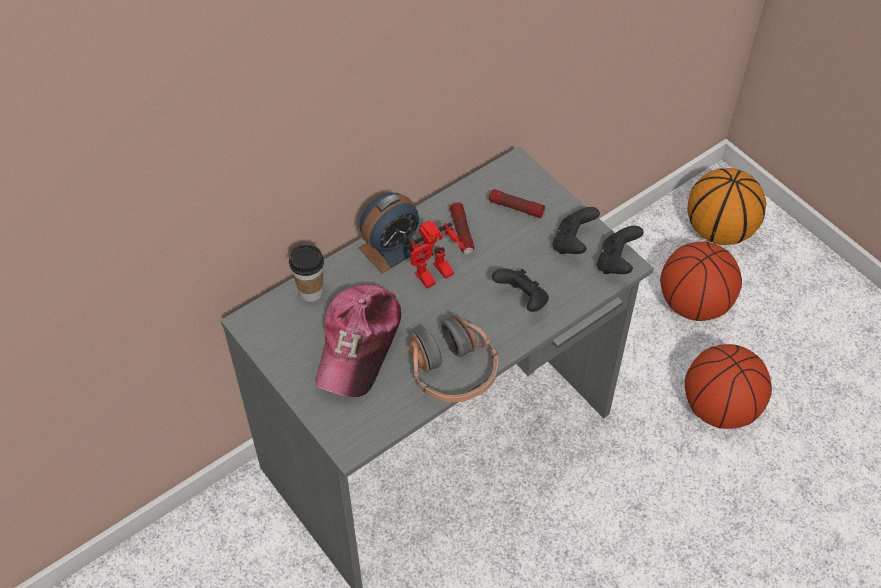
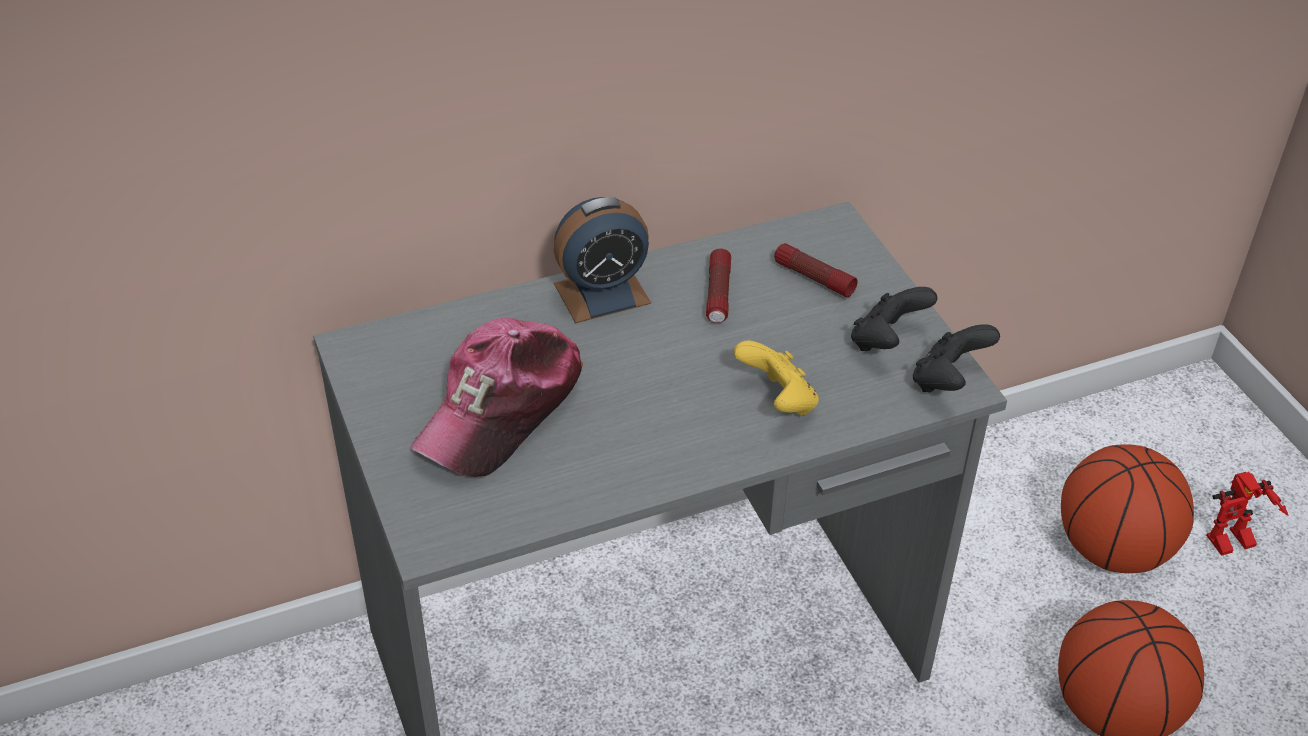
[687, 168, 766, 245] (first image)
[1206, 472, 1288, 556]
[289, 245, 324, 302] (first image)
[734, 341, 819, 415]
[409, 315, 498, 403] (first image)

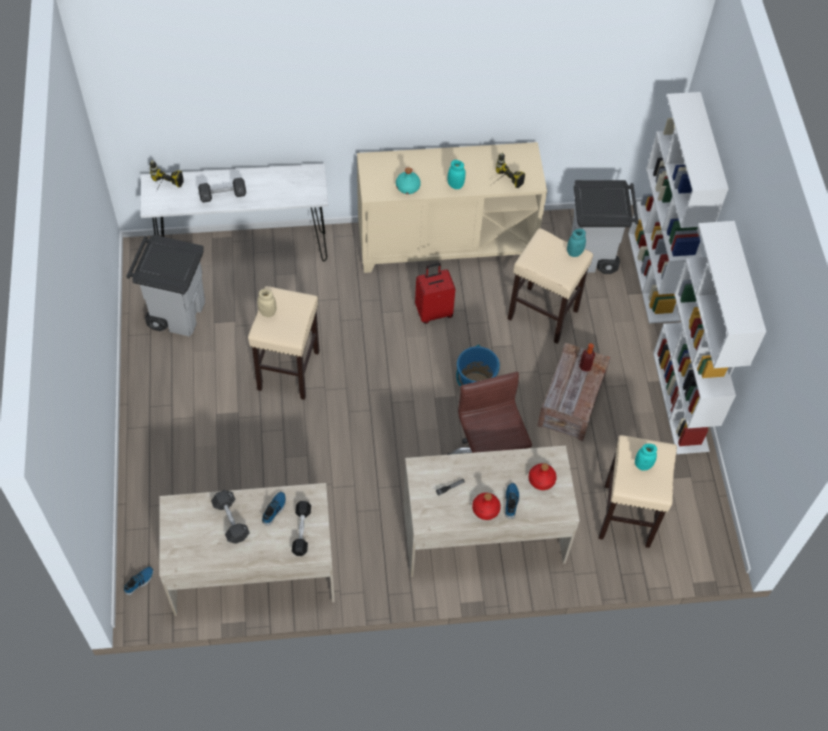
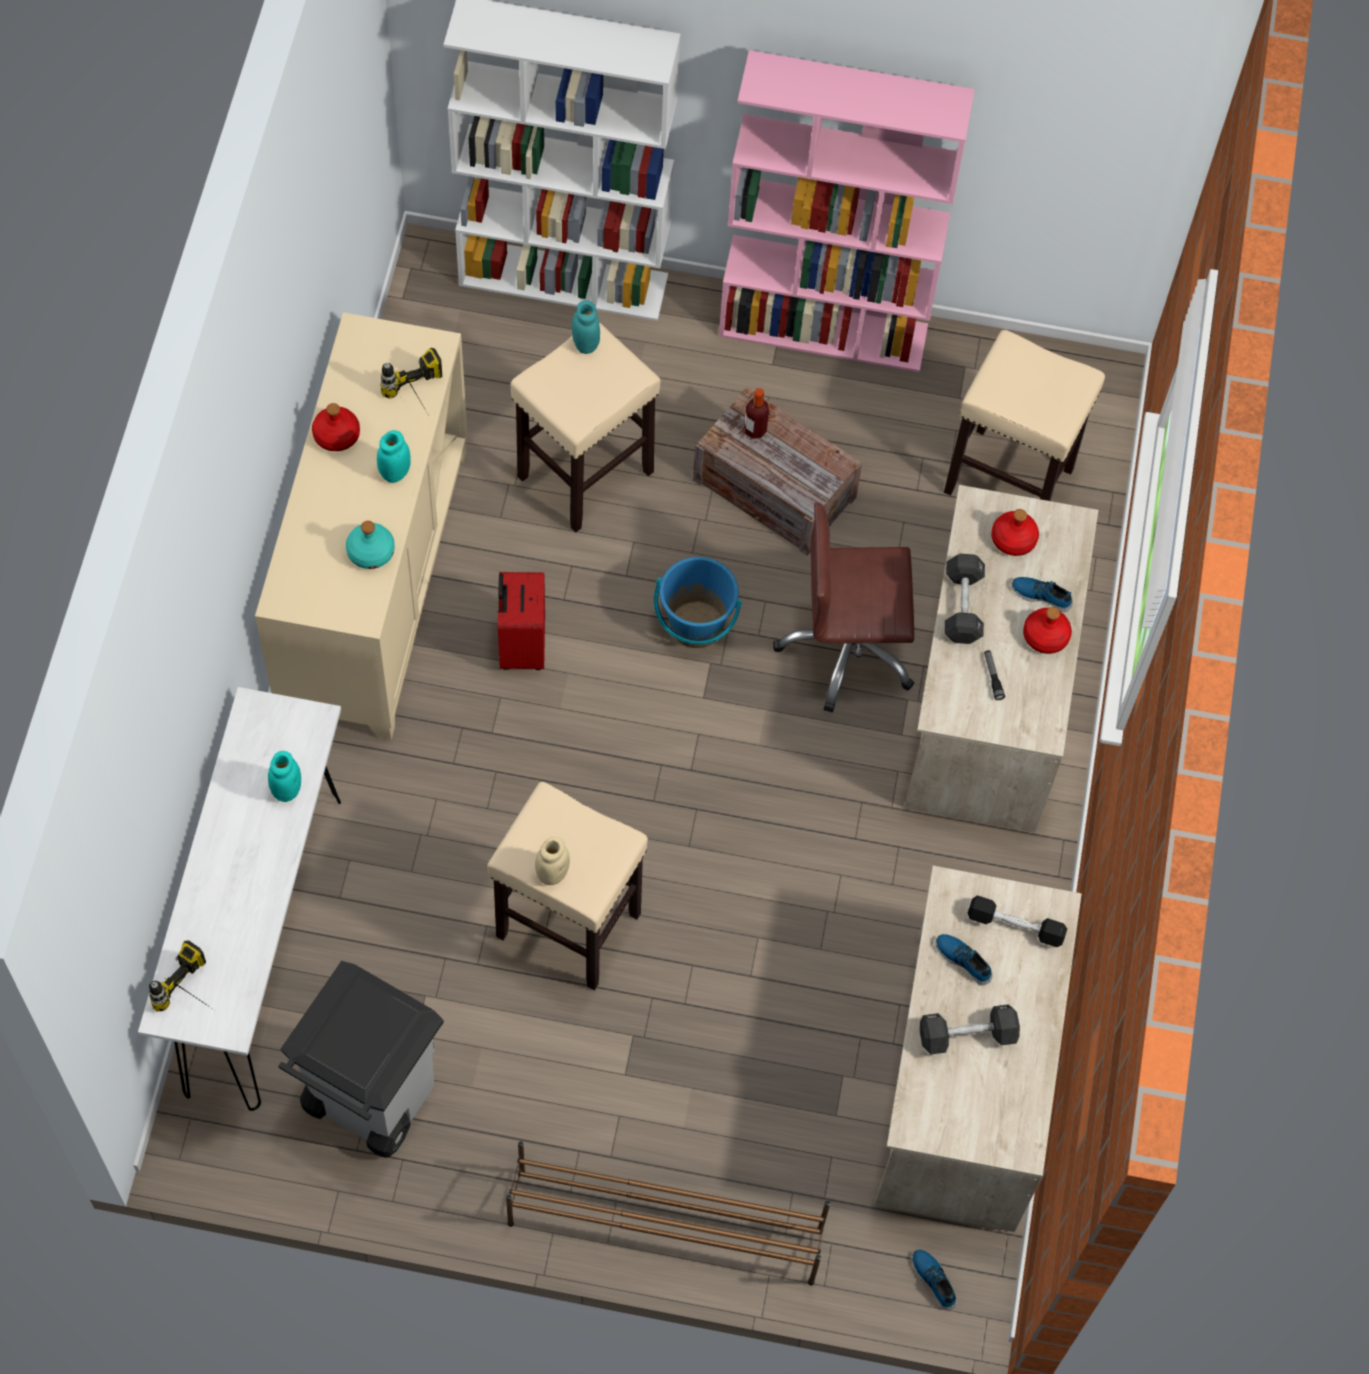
[945, 554, 985, 644]
[571, 180, 639, 274] (first image)
[719, 50, 975, 372]
[268, 751, 301, 802]
[312, 403, 360, 451]
[506, 1141, 830, 1286]

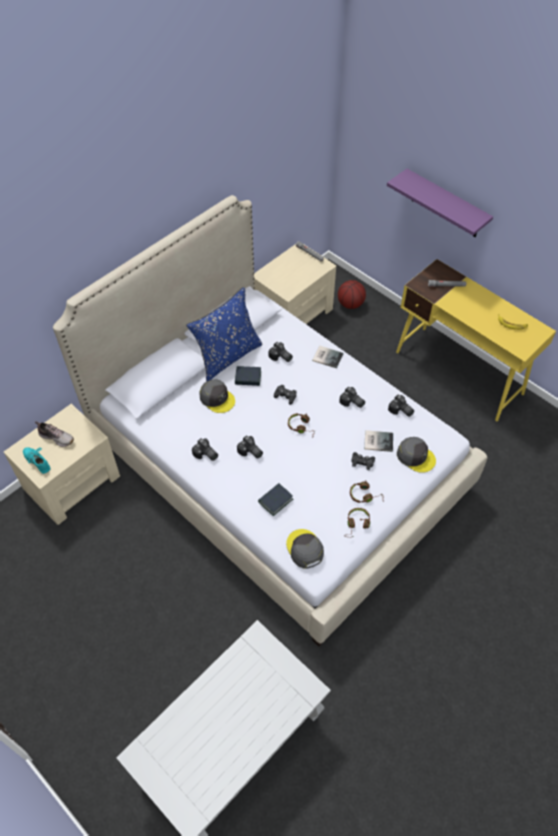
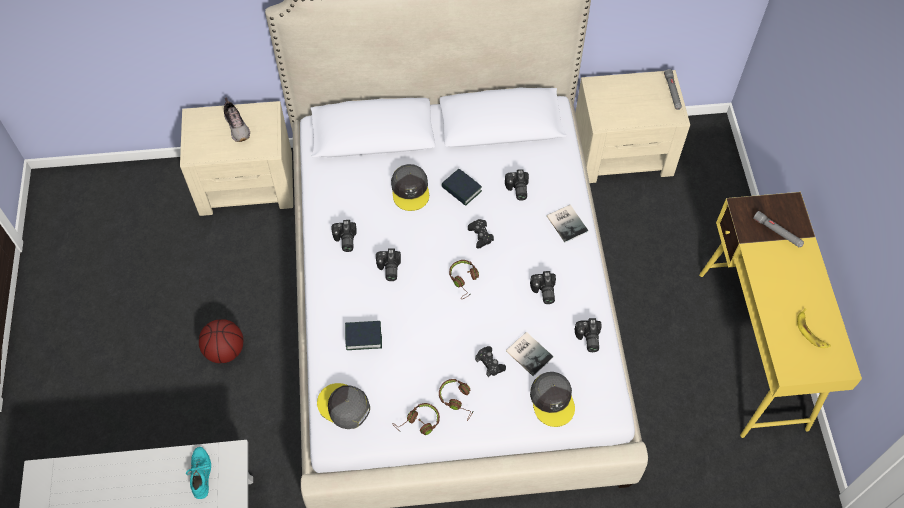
[387, 169, 493, 237] (first image)
[199, 319, 243, 363]
[186, 287, 263, 381] (first image)
[186, 447, 211, 499]
[317, 383, 370, 429]

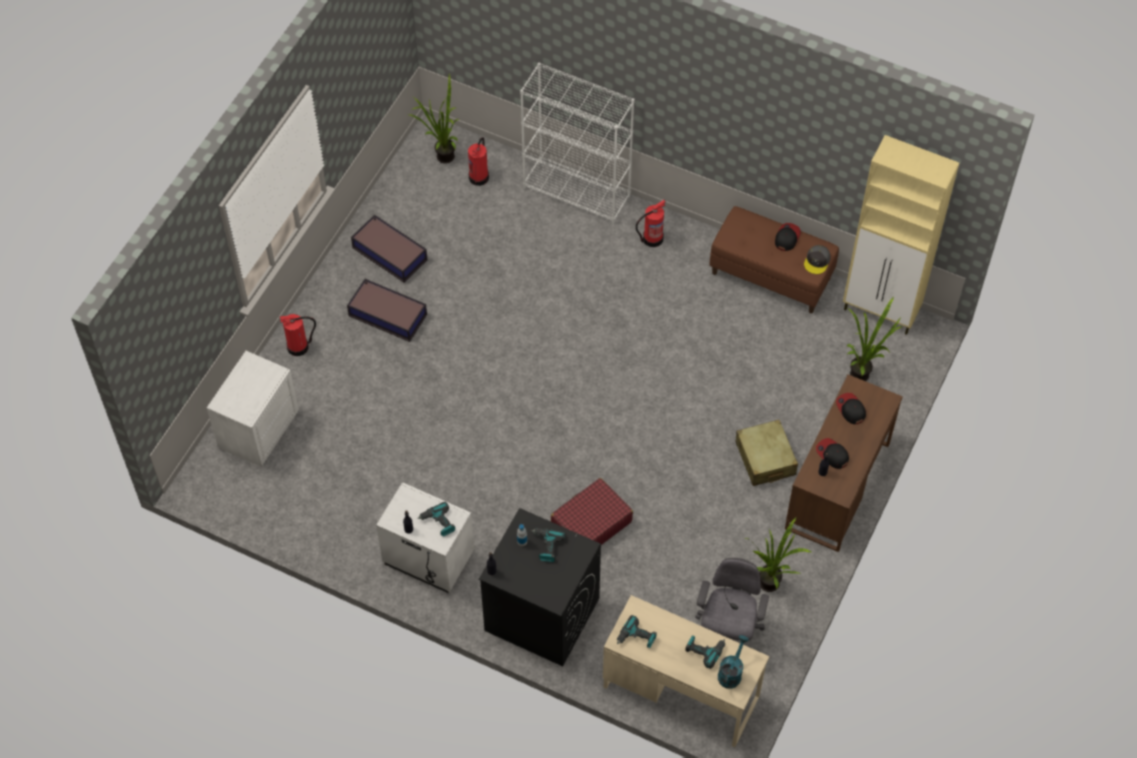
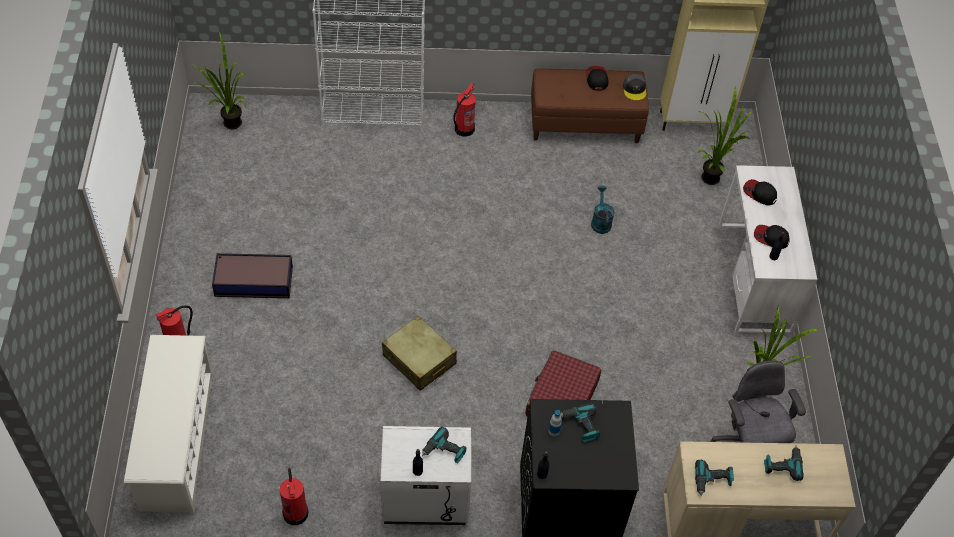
[280, 468, 308, 525]
[351, 215, 427, 283] (first image)
[124, 335, 214, 515]
[718, 165, 817, 334]
[382, 316, 457, 391]
[591, 186, 615, 234]

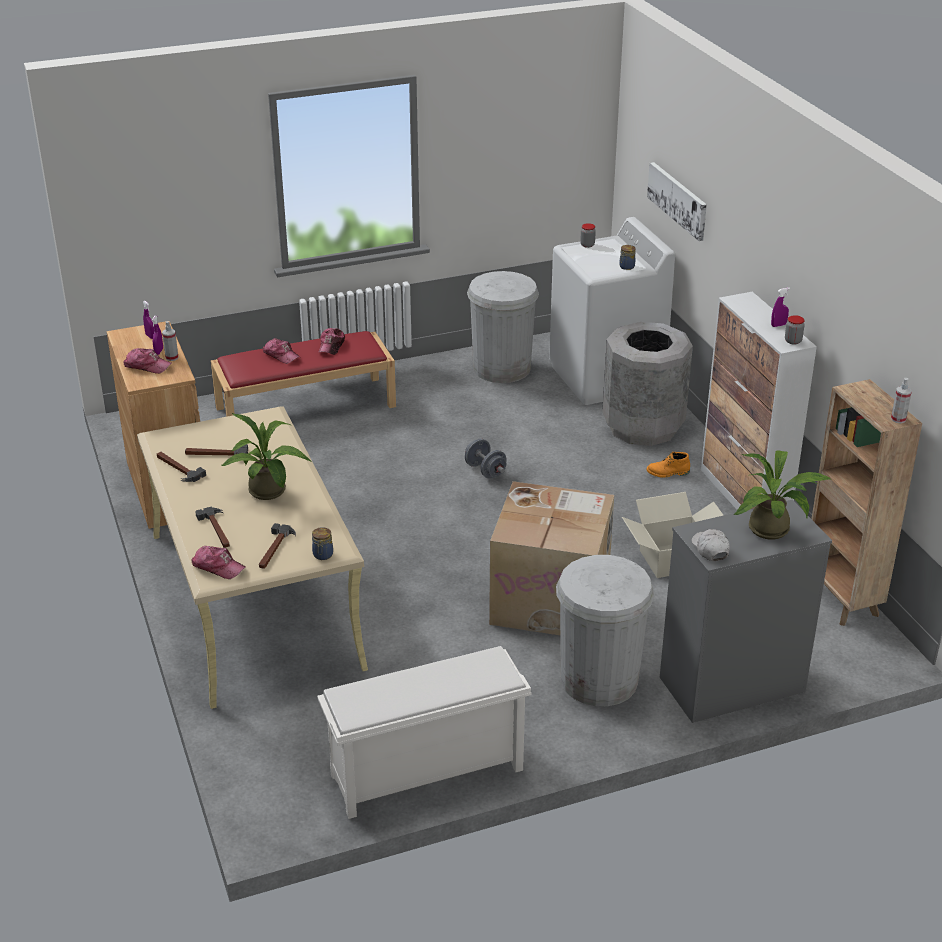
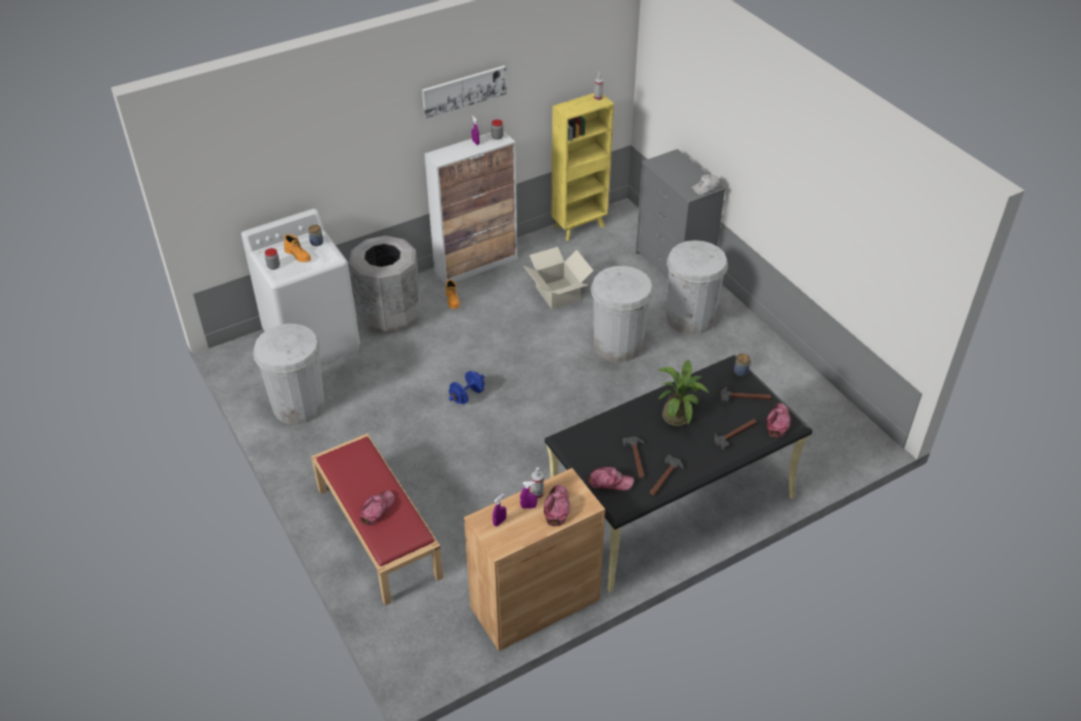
[422, 66, 507, 119]
[588, 467, 634, 491]
[551, 93, 614, 241]
[545, 355, 813, 592]
[449, 371, 484, 404]
[733, 450, 832, 540] (first image)
[591, 266, 654, 362]
[317, 646, 531, 819] (first image)
[284, 234, 311, 262]

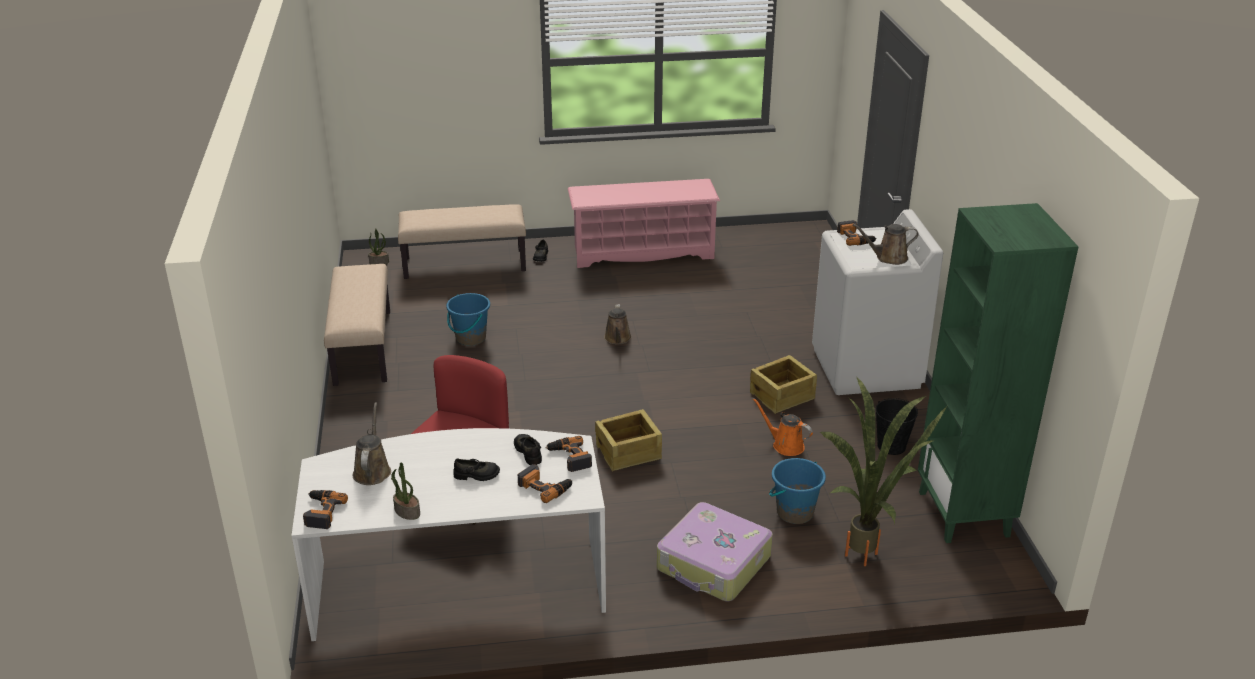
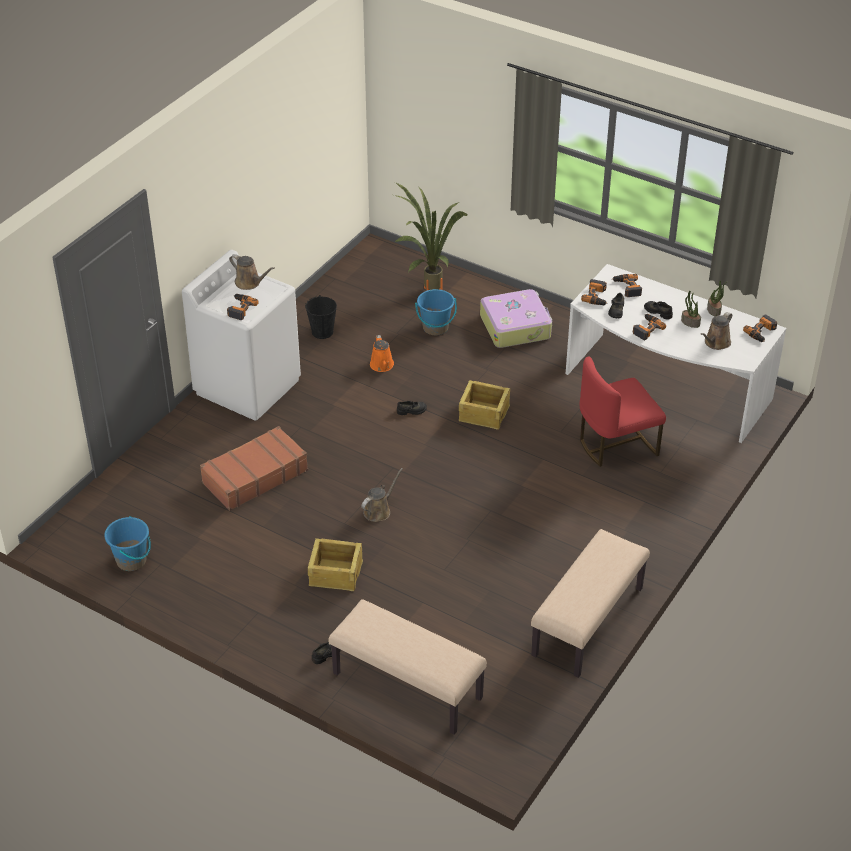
[568, 179, 720, 268] (first image)
[918, 203, 1079, 543] (first image)
[681, 291, 701, 328]
[104, 516, 151, 571]
[308, 538, 363, 591]
[633, 314, 666, 340]
[397, 401, 427, 415]
[200, 426, 308, 511]

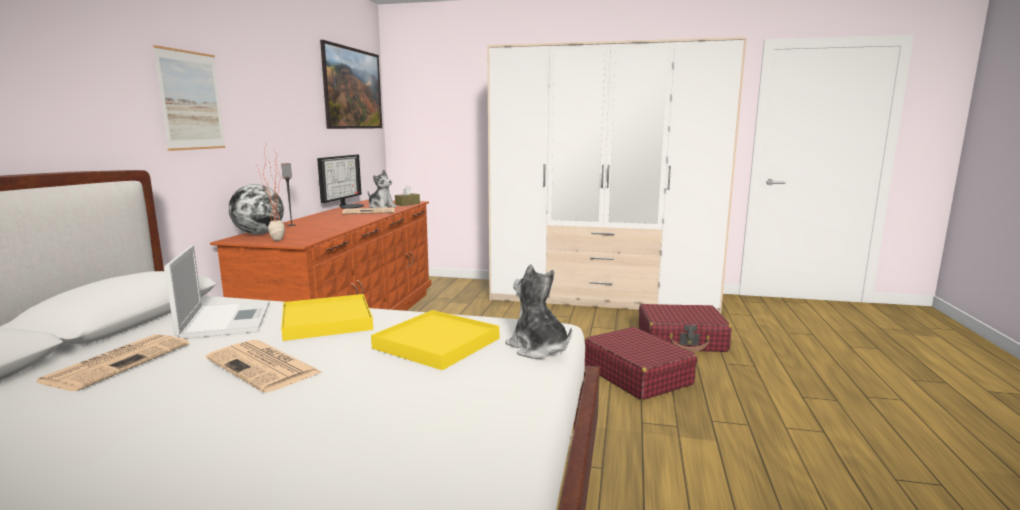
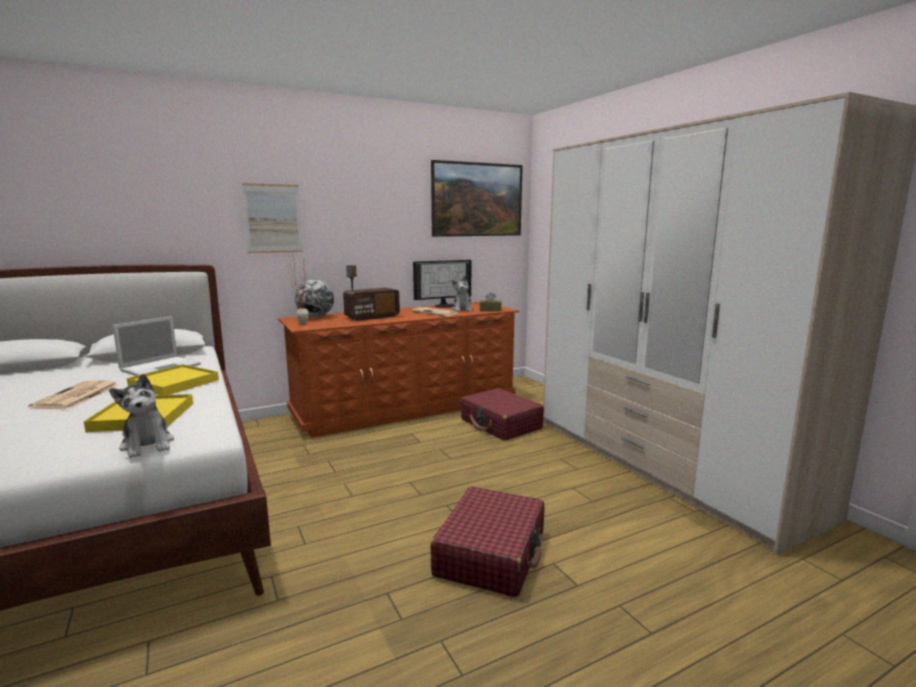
[109, 374, 174, 458]
[461, 388, 544, 441]
[35, 334, 189, 391] (first image)
[343, 288, 400, 321]

